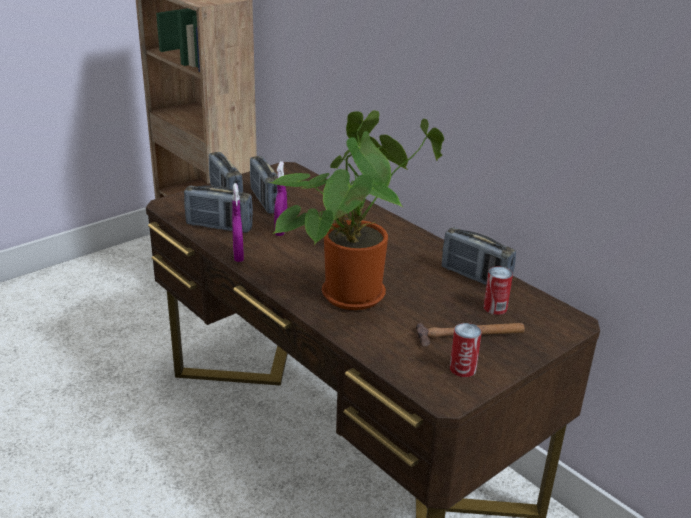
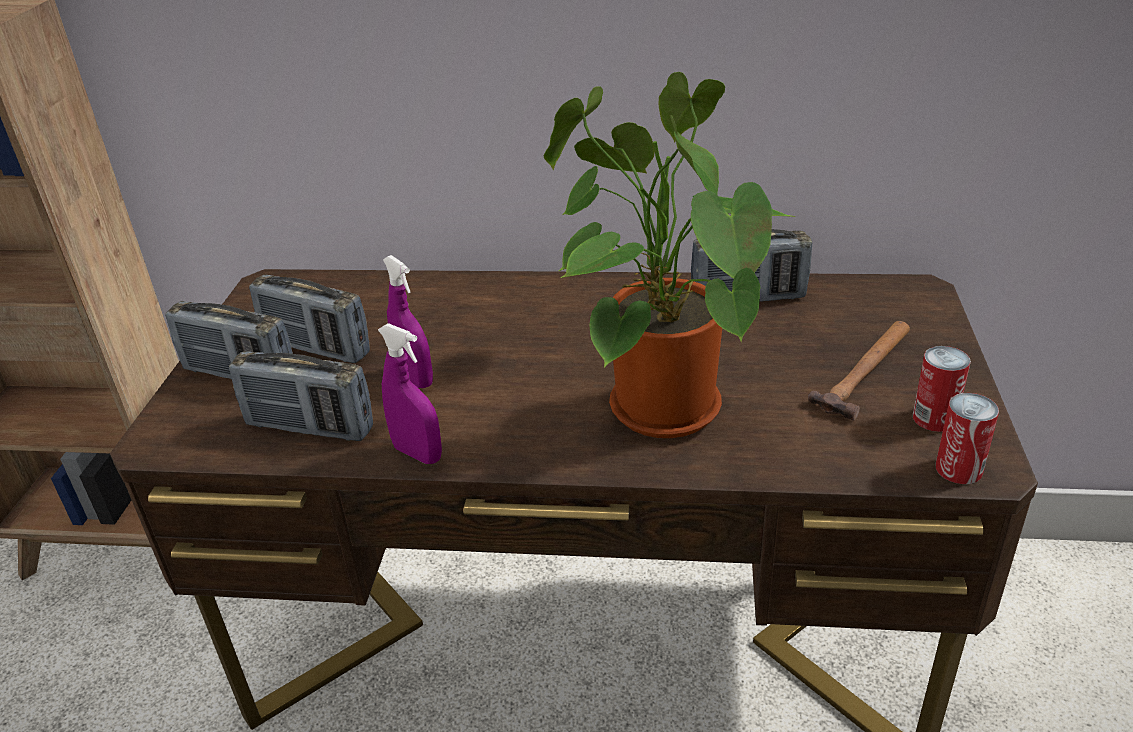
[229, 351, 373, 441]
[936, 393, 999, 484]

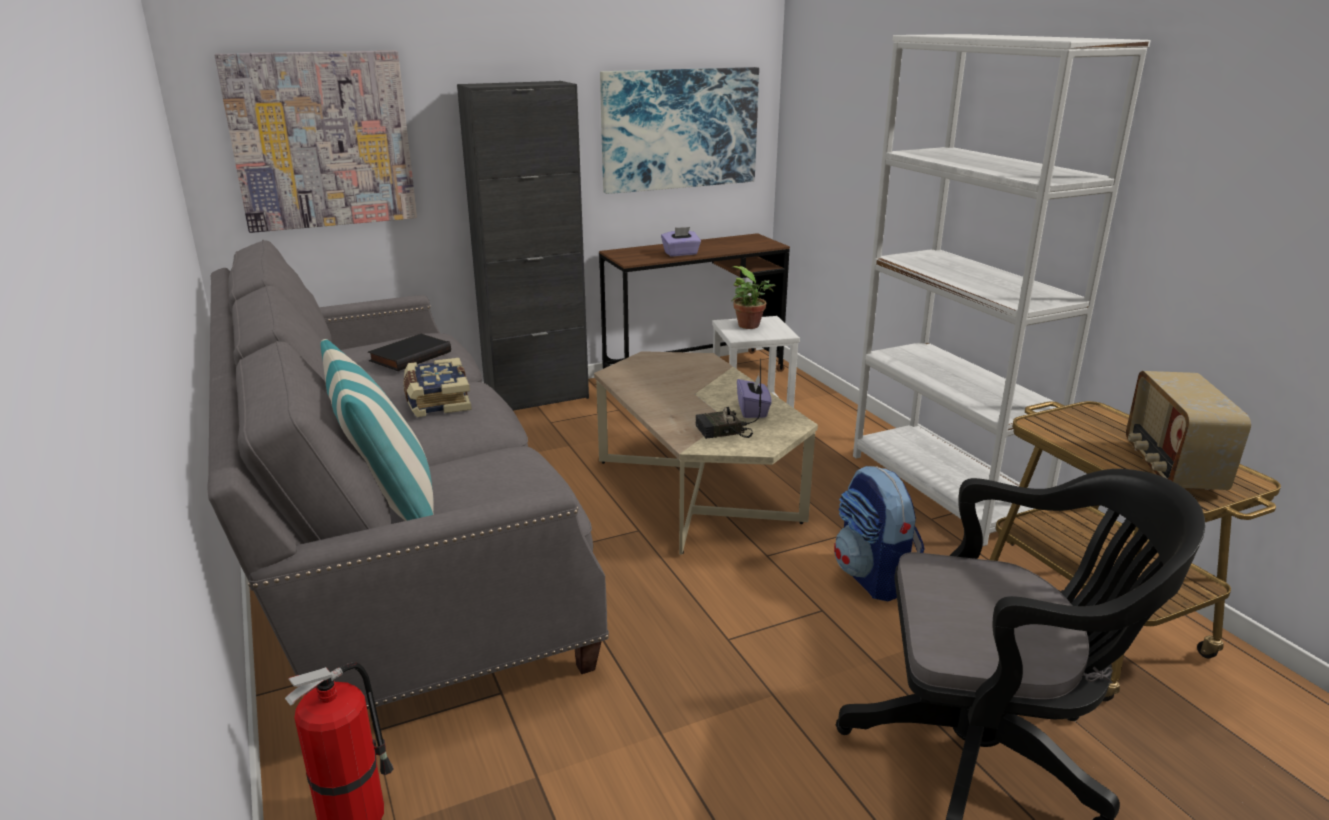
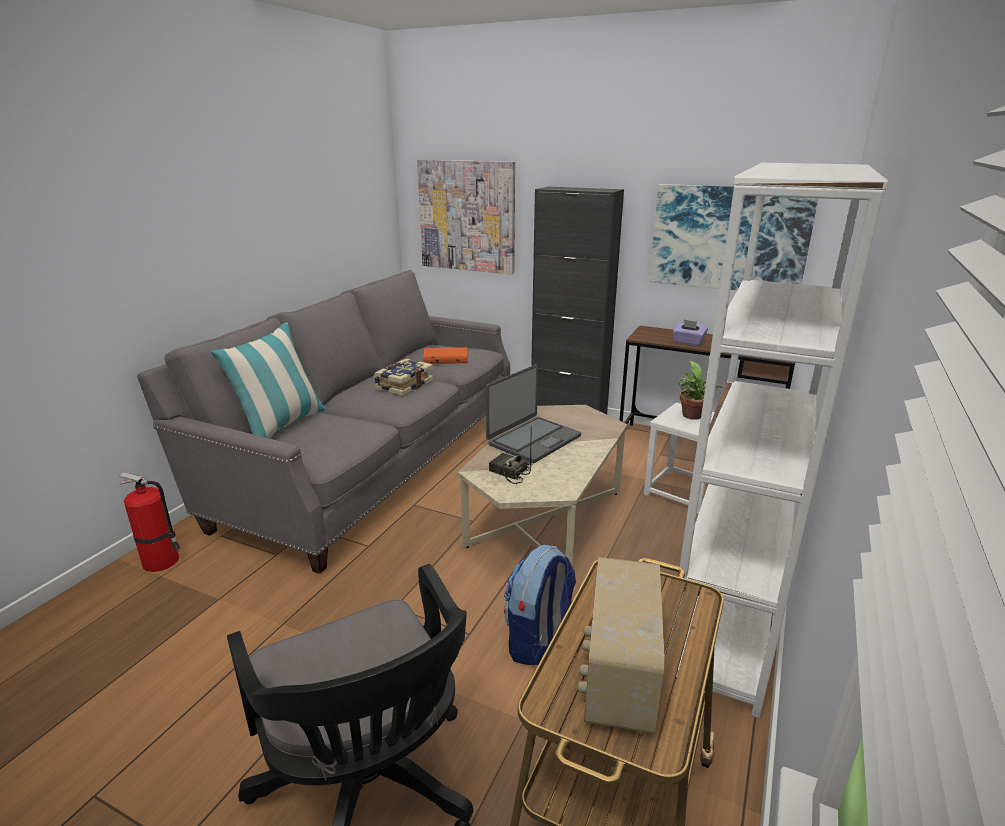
[423, 347, 468, 364]
[578, 557, 664, 734]
[737, 374, 771, 418] (first image)
[486, 364, 581, 463]

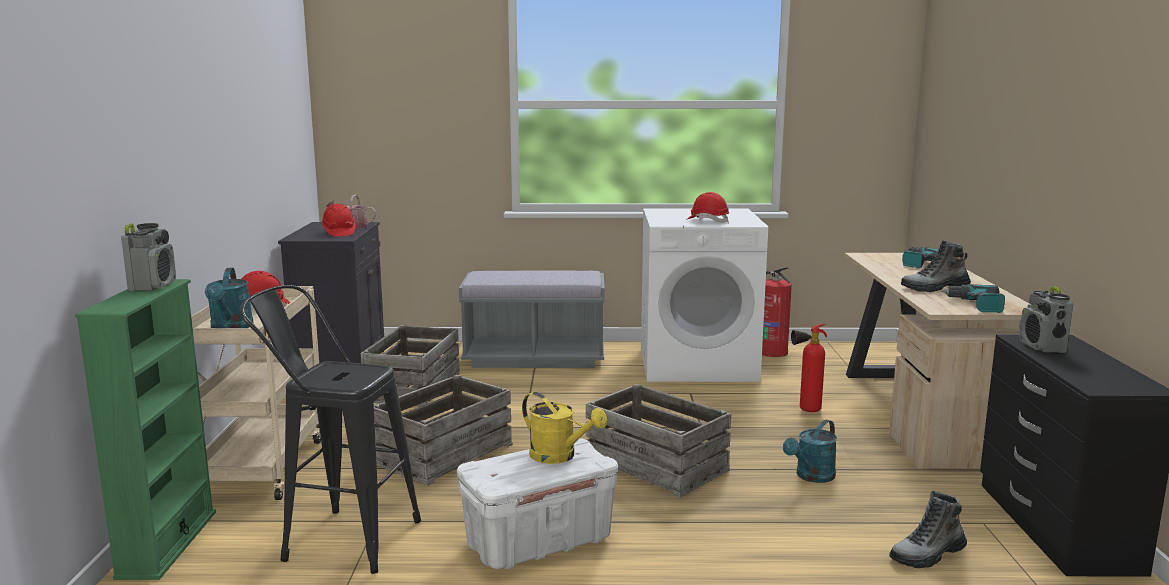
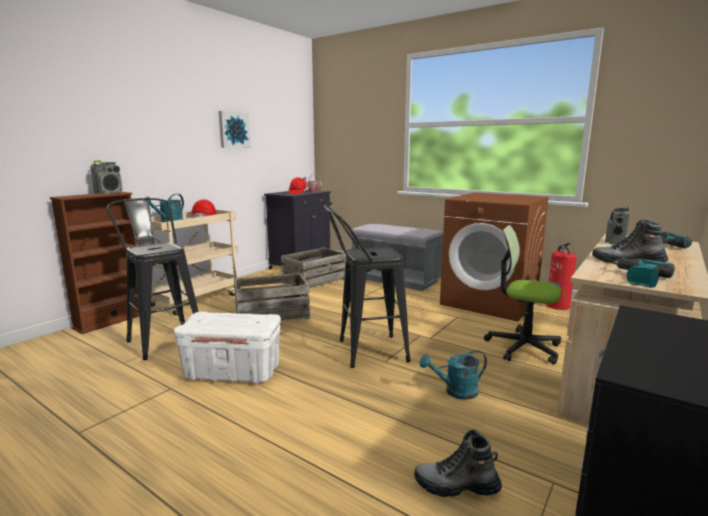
[686, 192, 729, 223] (first image)
[440, 192, 549, 322]
[50, 192, 139, 334]
[605, 205, 630, 244]
[484, 225, 561, 365]
[324, 205, 411, 368]
[522, 392, 607, 464] (first image)
[219, 111, 251, 148]

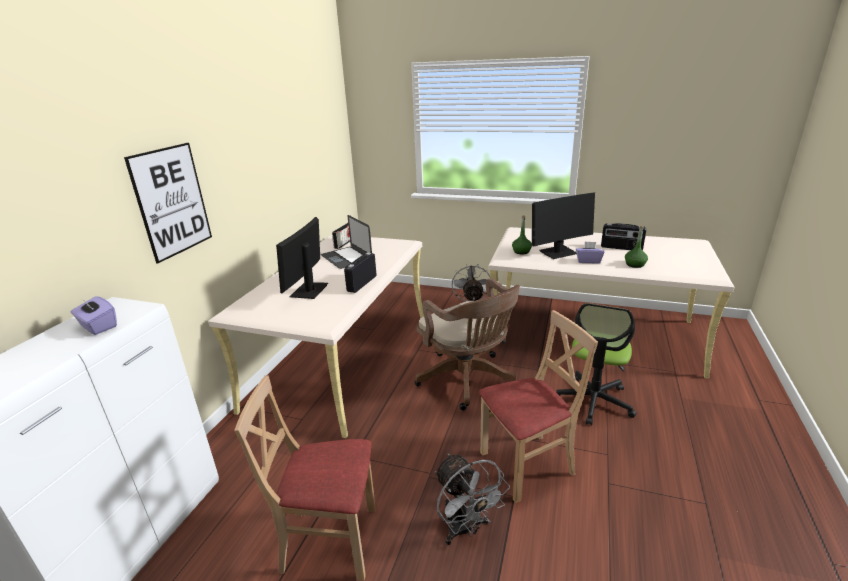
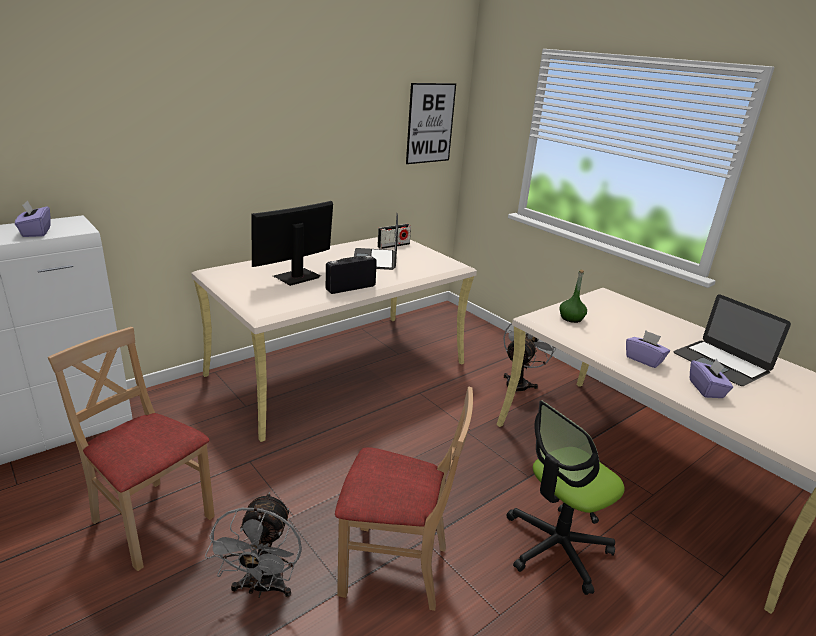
[406, 83, 456, 164]
[532, 192, 595, 259] (first image)
[674, 294, 791, 386]
[690, 359, 733, 398]
[415, 278, 520, 410] (first image)

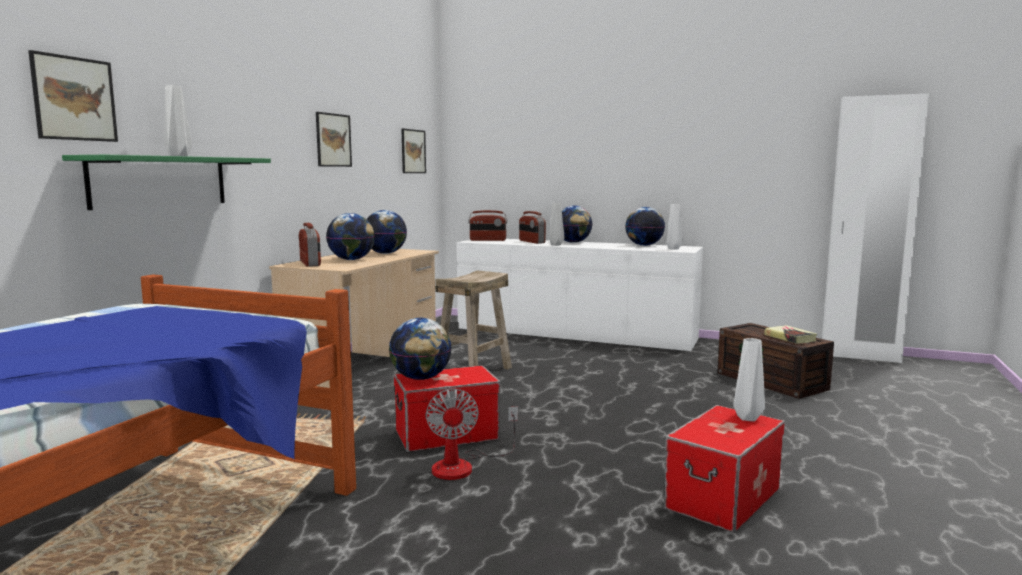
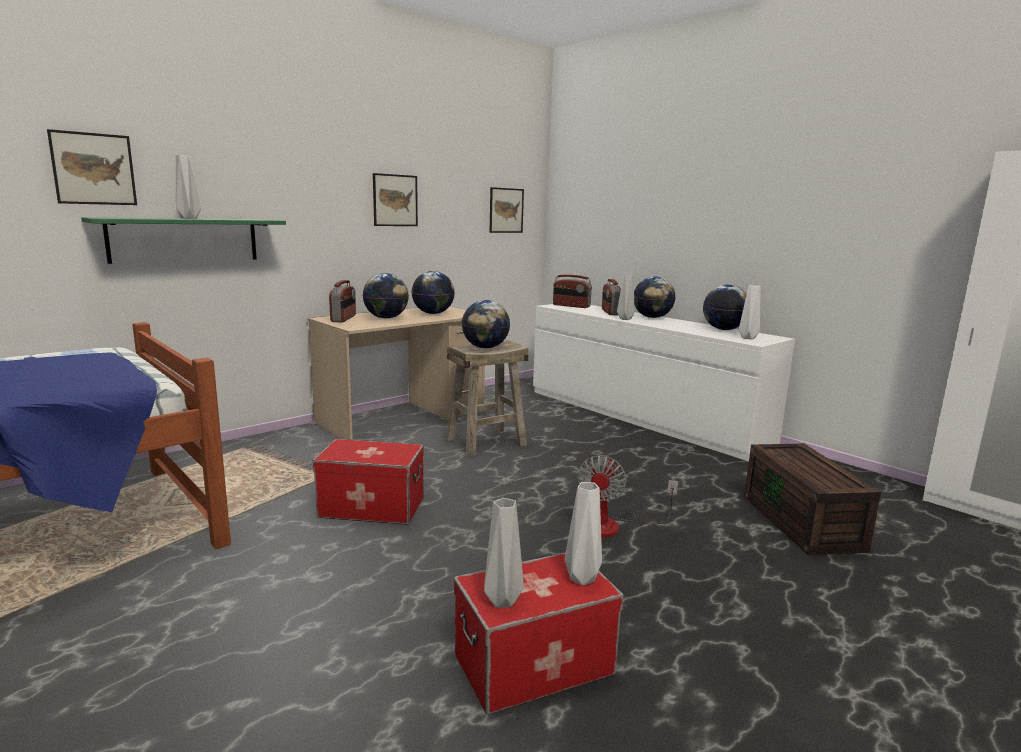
[462, 300, 510, 349]
[764, 325, 817, 344] (first image)
[577, 455, 678, 538]
[484, 498, 524, 608]

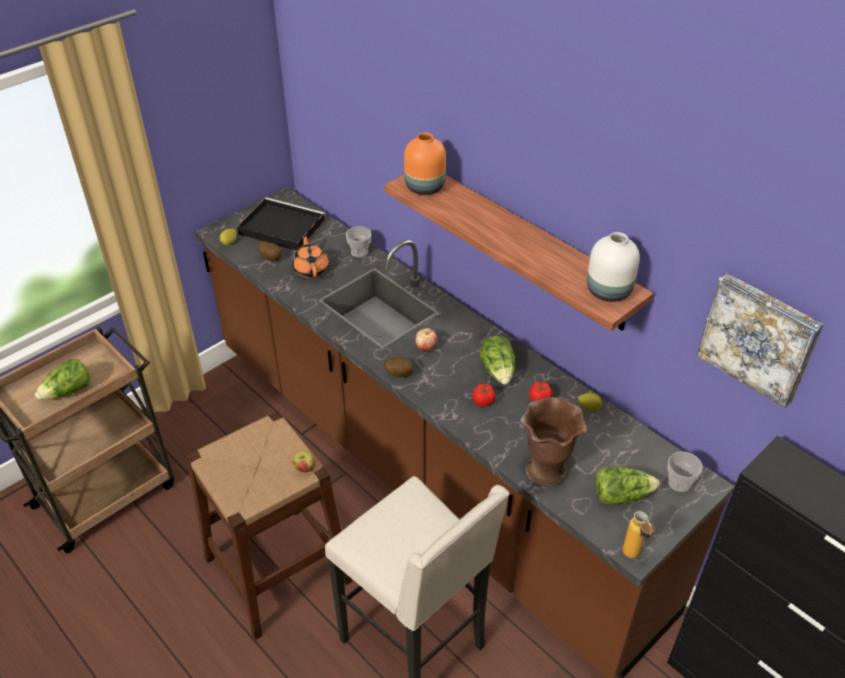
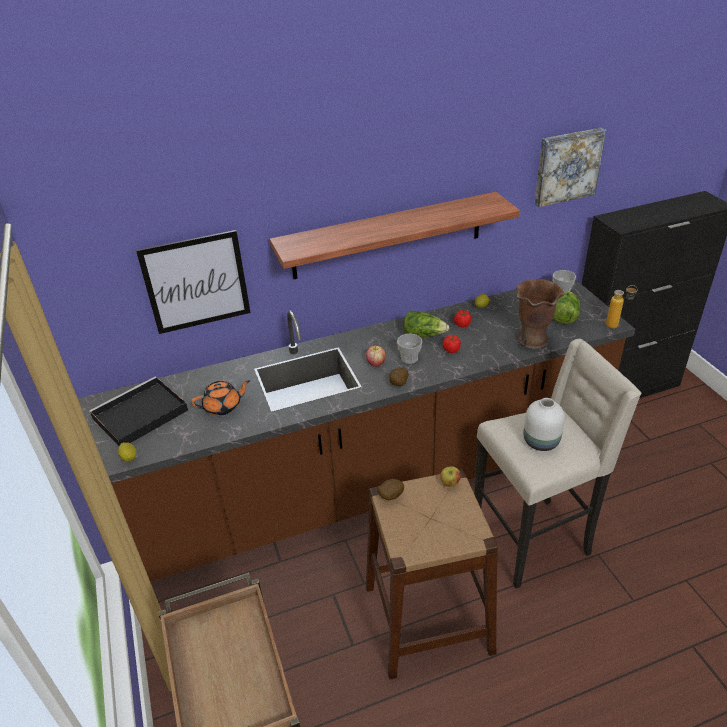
[404, 132, 446, 195] (first image)
[397, 334, 422, 364]
[523, 398, 565, 451]
[191, 380, 250, 416]
[377, 479, 404, 500]
[35, 359, 91, 399] (first image)
[136, 230, 251, 334]

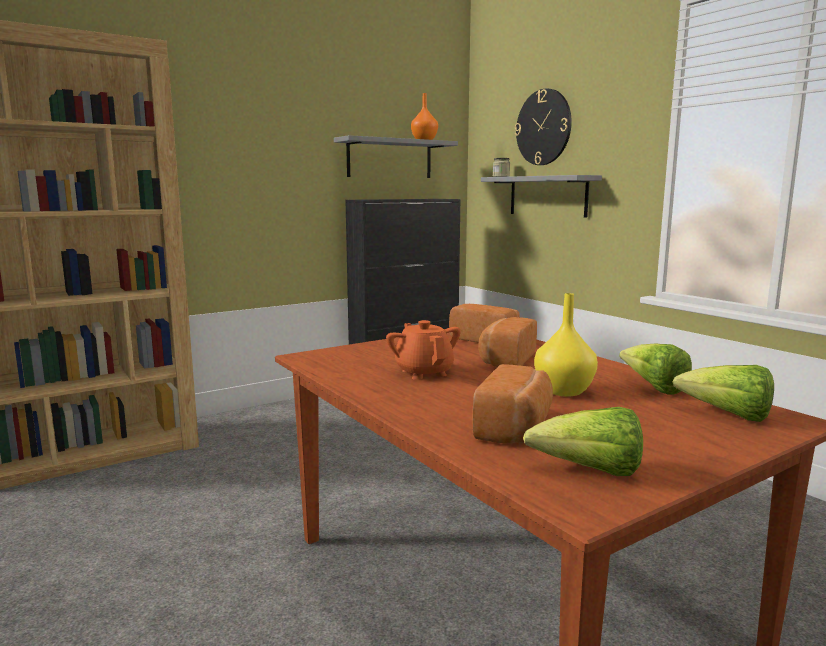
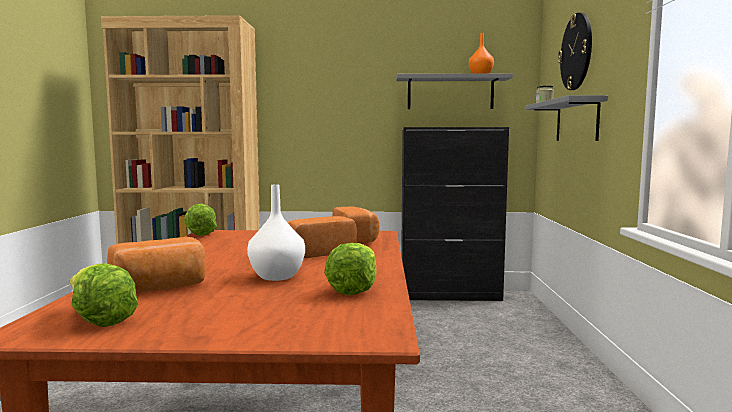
[247, 185, 305, 281]
[386, 320, 461, 380] (first image)
[184, 203, 217, 236]

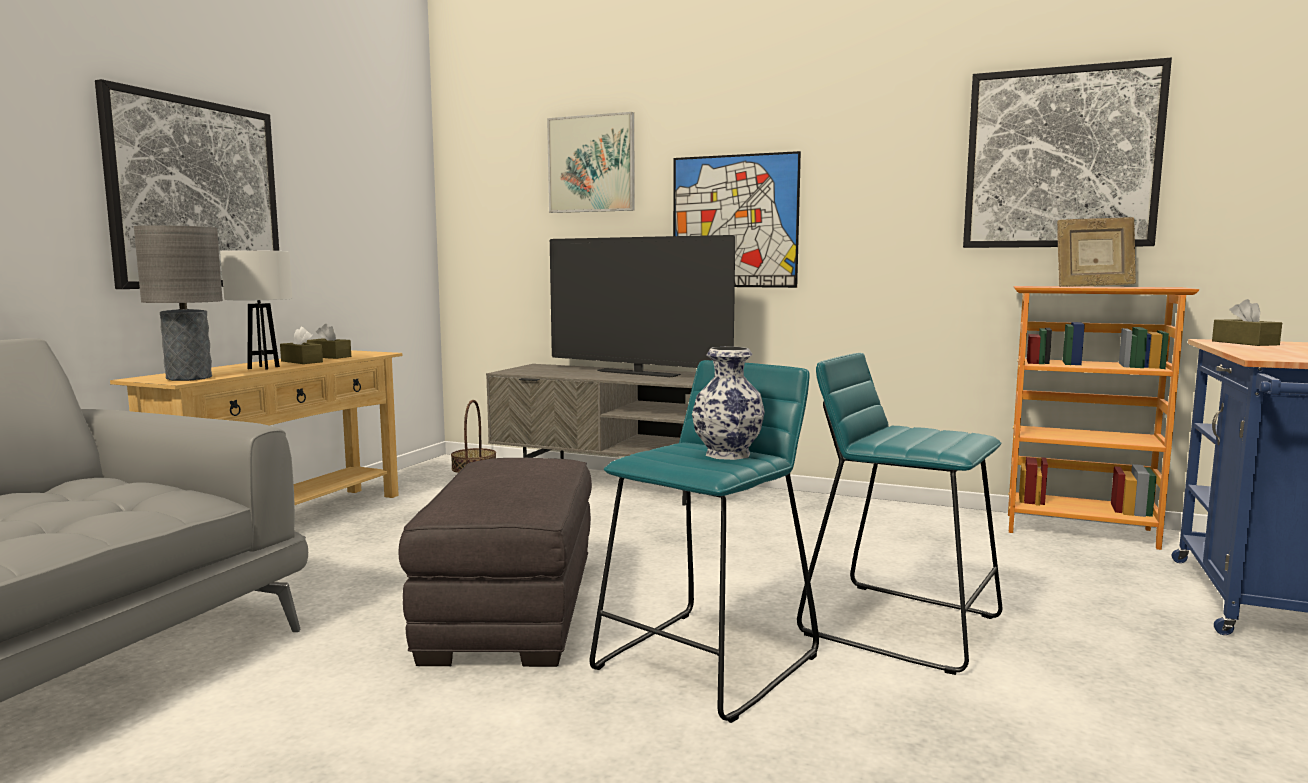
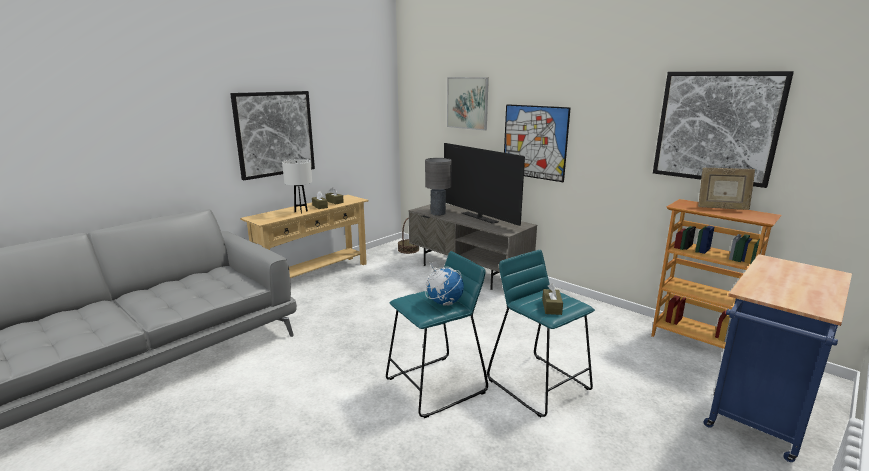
[425, 158, 452, 216]
[542, 284, 563, 315]
[425, 260, 464, 306]
[399, 458, 592, 667] (first image)

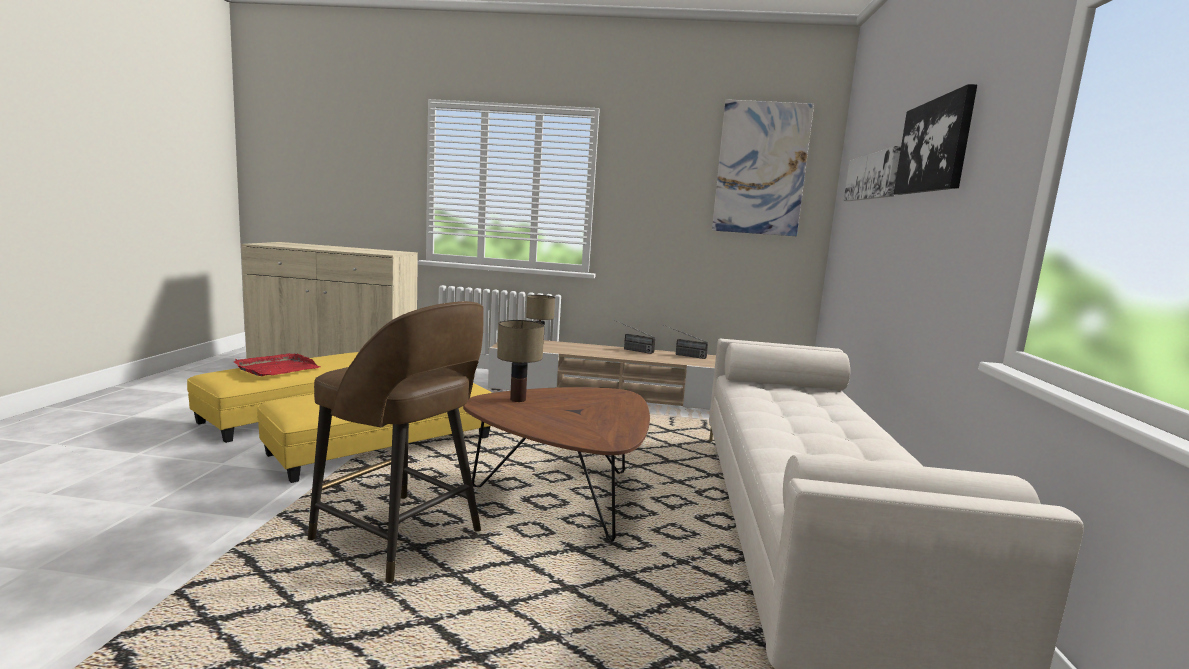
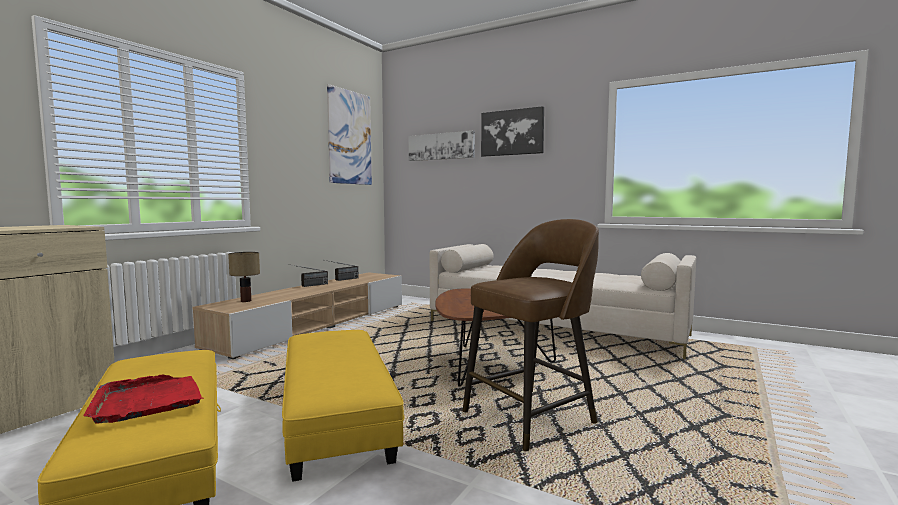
[497, 320, 544, 402] (first image)

